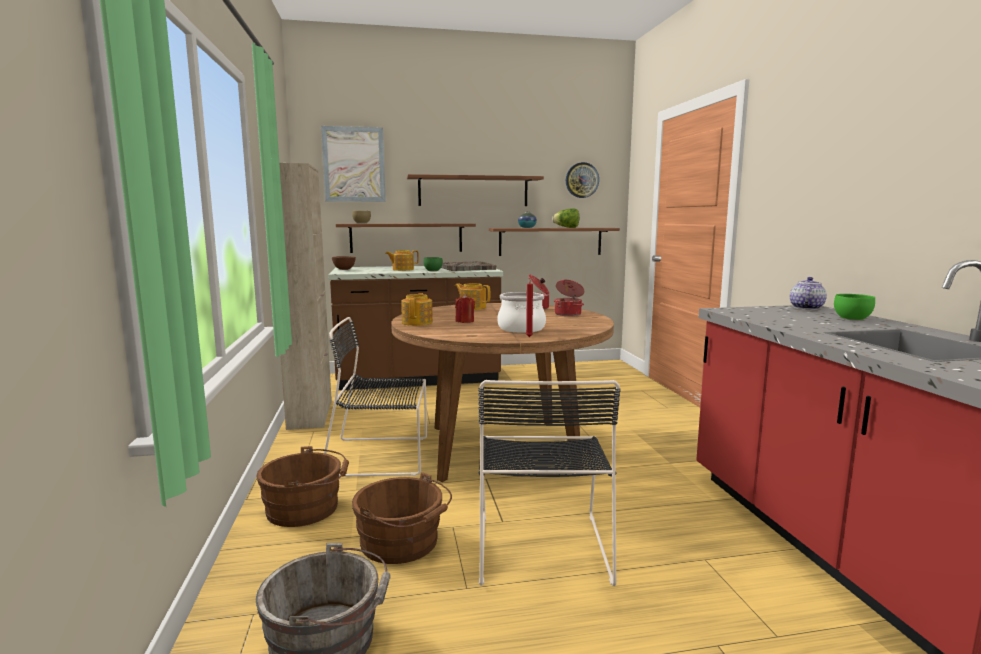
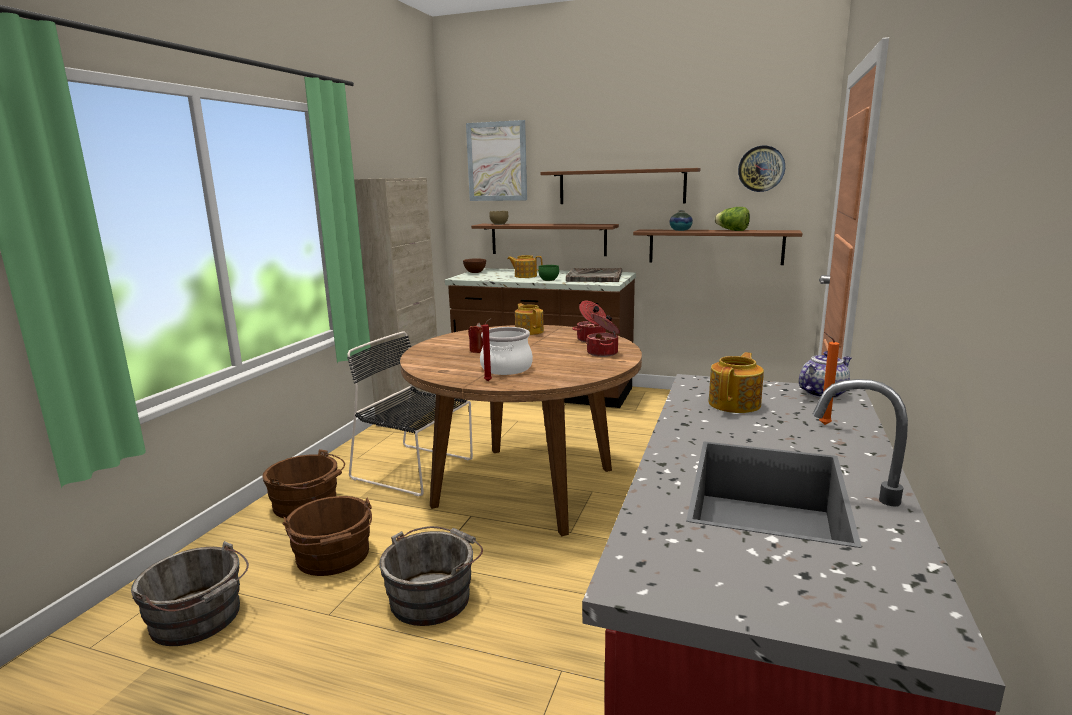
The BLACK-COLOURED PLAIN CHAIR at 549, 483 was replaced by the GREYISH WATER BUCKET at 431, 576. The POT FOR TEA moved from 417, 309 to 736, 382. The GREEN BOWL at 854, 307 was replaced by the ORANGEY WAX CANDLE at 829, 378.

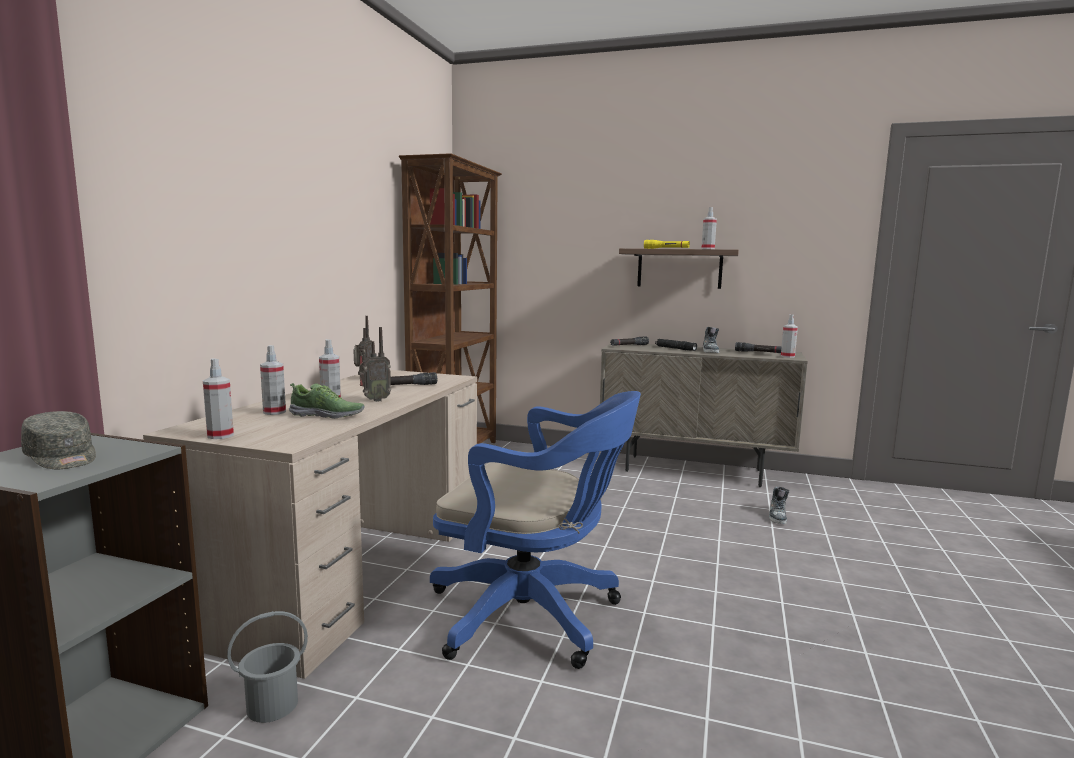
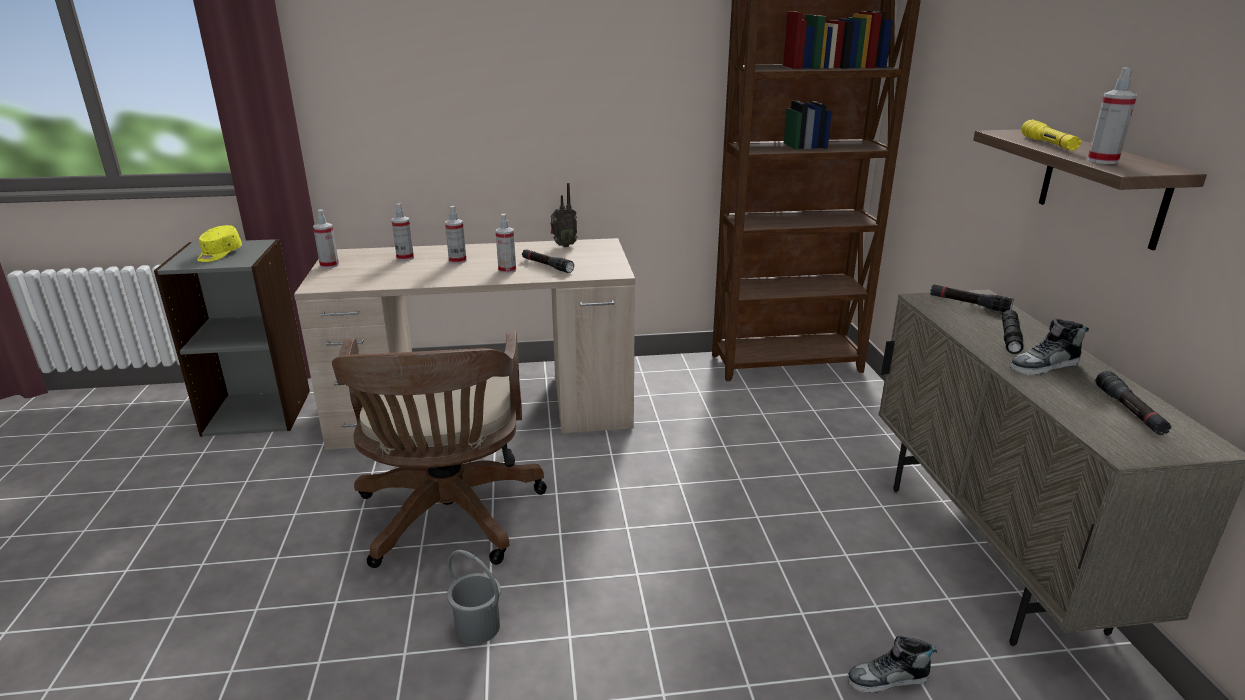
The GREYISH PEAKED CAP at 58, 440 became the YELLOW PEAKED CAP at 219, 243. The BLUE COMPUTER CHAIR at 535, 530 became the BROWN-COLOURED COMPUTER CHAIR at 439, 449. The GREYISH WATER BUCKET moved from 267, 667 to 474, 597. The HAND SPRAYER moved from 789, 336 to 506, 244. The SHOE at 327, 401 disappeared. The RADIO at 375, 364 disappeared.

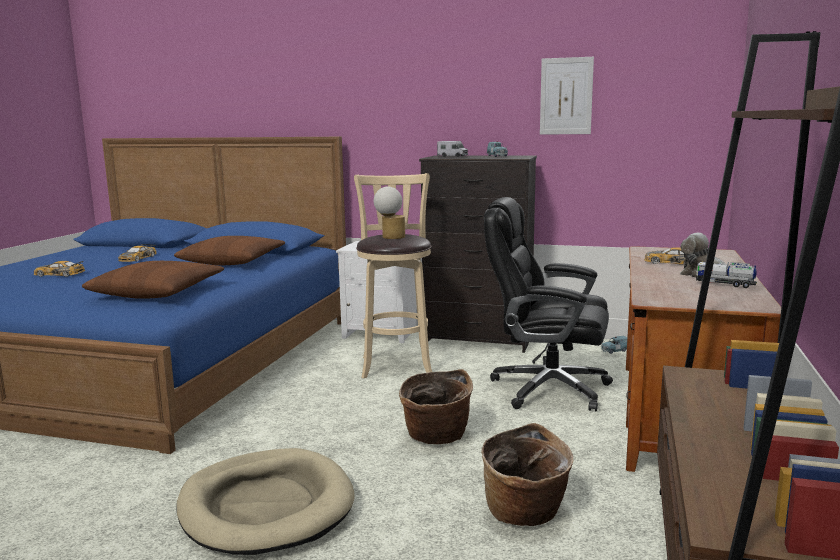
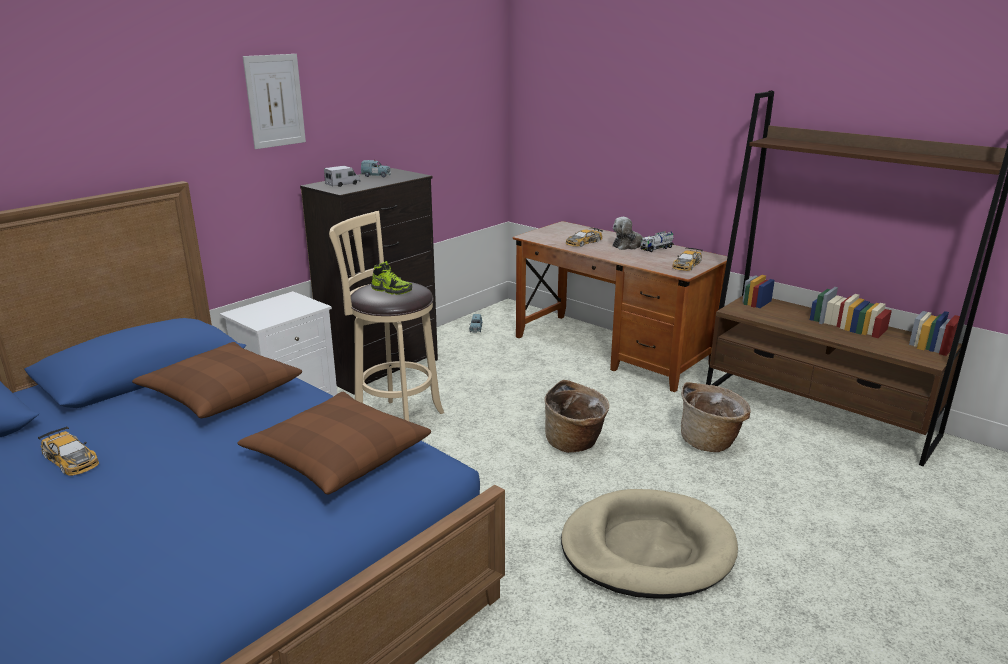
The PICTURE moved from 567, 96 to 274, 101. The TABLE LAMP at 389, 212 was replaced by the SHOE at 391, 278. The TOY CAR moved from 59, 269 to 687, 259. The BLACK-COLOURED COMPUTER CHAIR at 548, 304 disappeared.

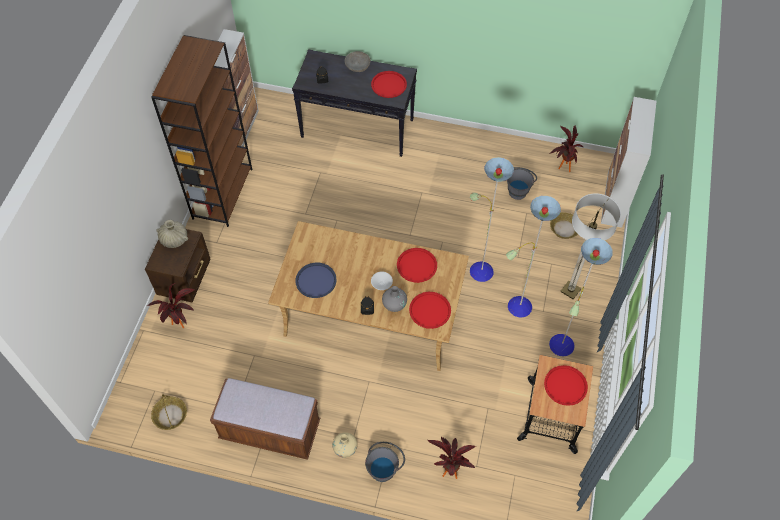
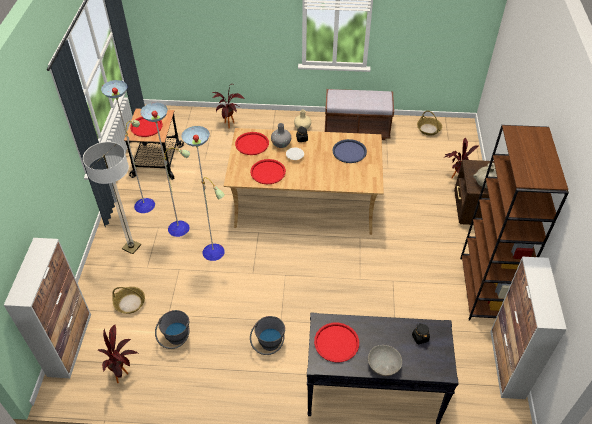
The GREYISH WATER BUCKET moved from 385, 462 to 267, 335.

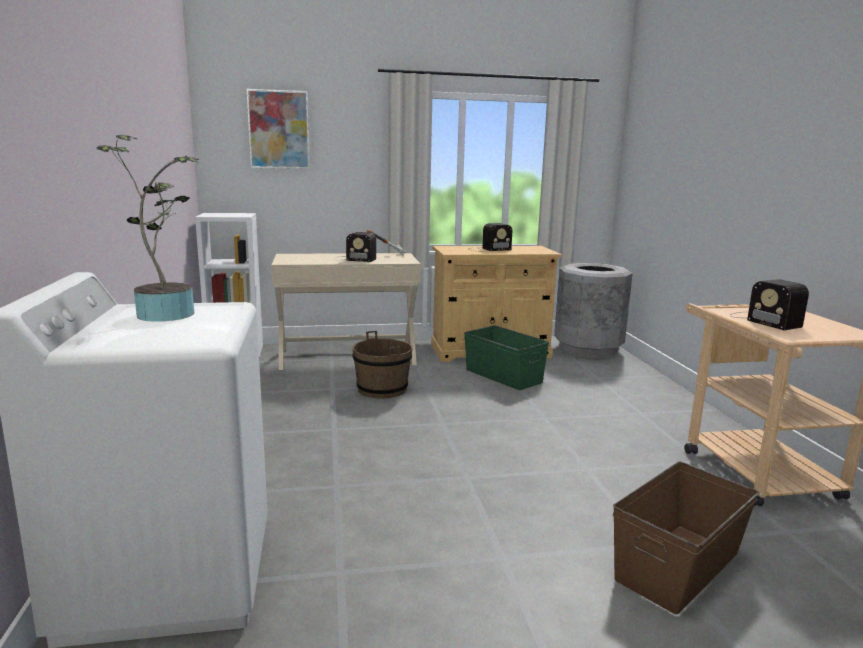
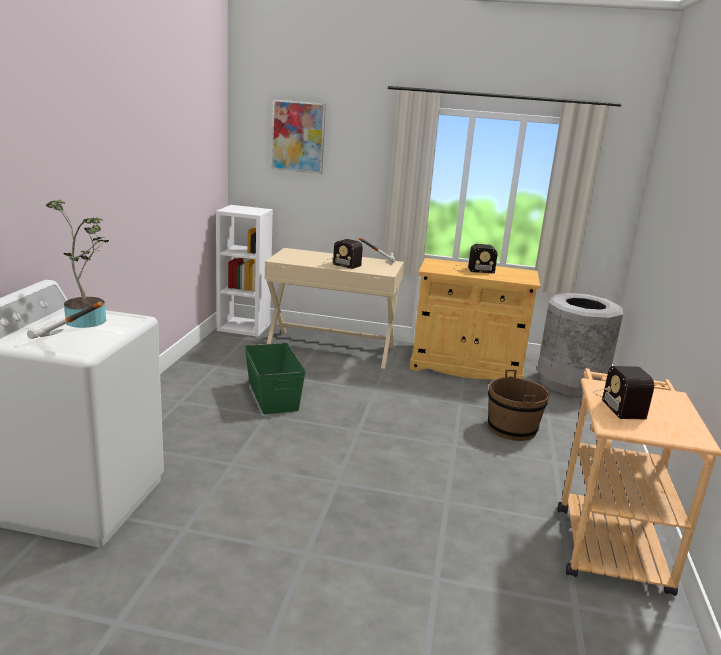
The TOOL HAMMER at 65, 320 appeared. The GREEN STORAGE BOX moved from 506, 357 to 275, 378. The BROWN-COLOURED WATER BUCKET moved from 382, 364 to 518, 405. The BROWN-COLOURED STORAGE BOX at 686, 538 disappeared.

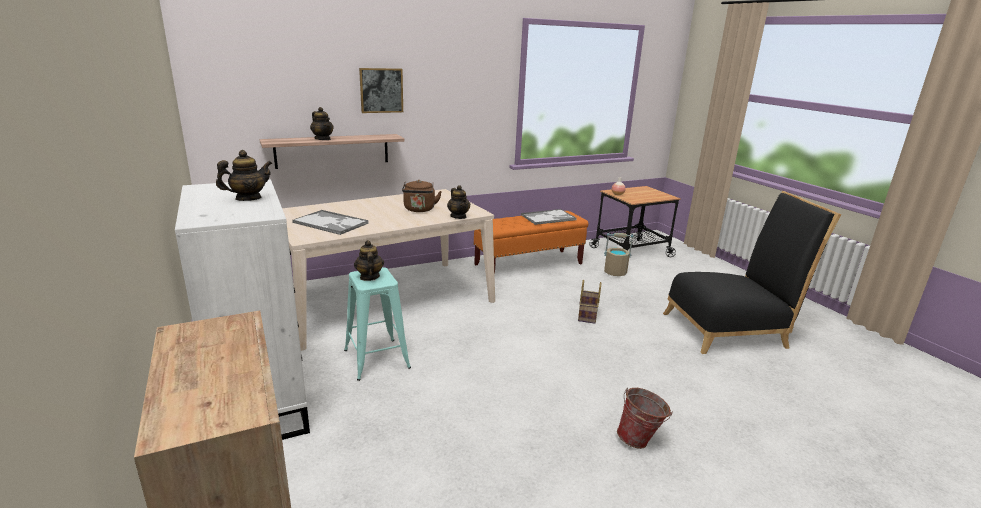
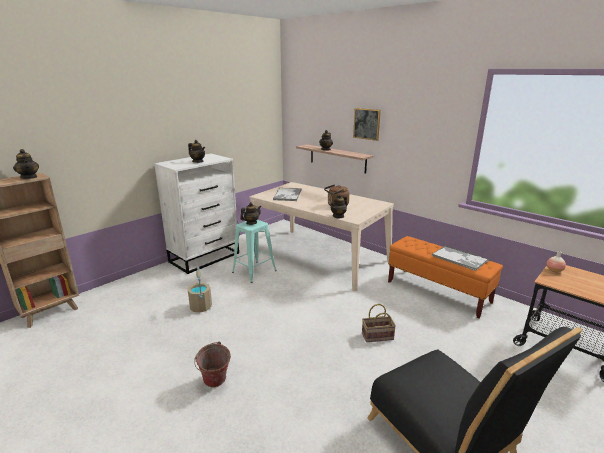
The POT FOR TEA at 26, 164 appeared. The BEIGE-COLOURED WATER BUCKET moved from 619, 254 to 199, 289.

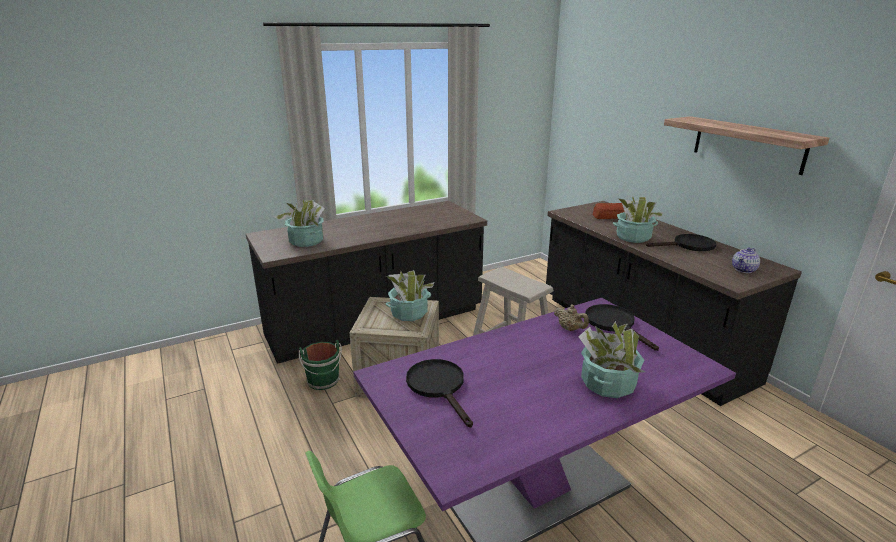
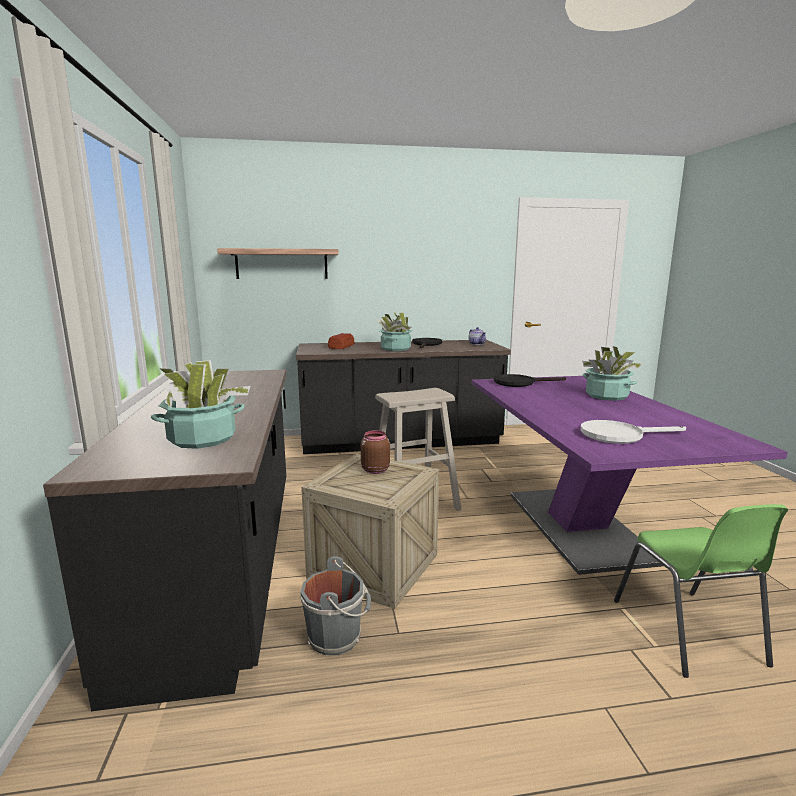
The WALL SHELF moved from 746, 145 to 277, 263. The GREEN WATER BUCKET at 320, 365 became the GREYISH WATER BUCKET at 335, 605. The PLANT IN A POT at 410, 295 was replaced by the BROWN-COLOURED PRESERVE JAR at 375, 452. The BLACK-COLOURED FRYING PAN at 439, 393 became the WHITISH FRYING PAN at 633, 432. The BEIGE-COLOURED POT FOR TEA at 571, 318 disappeared.

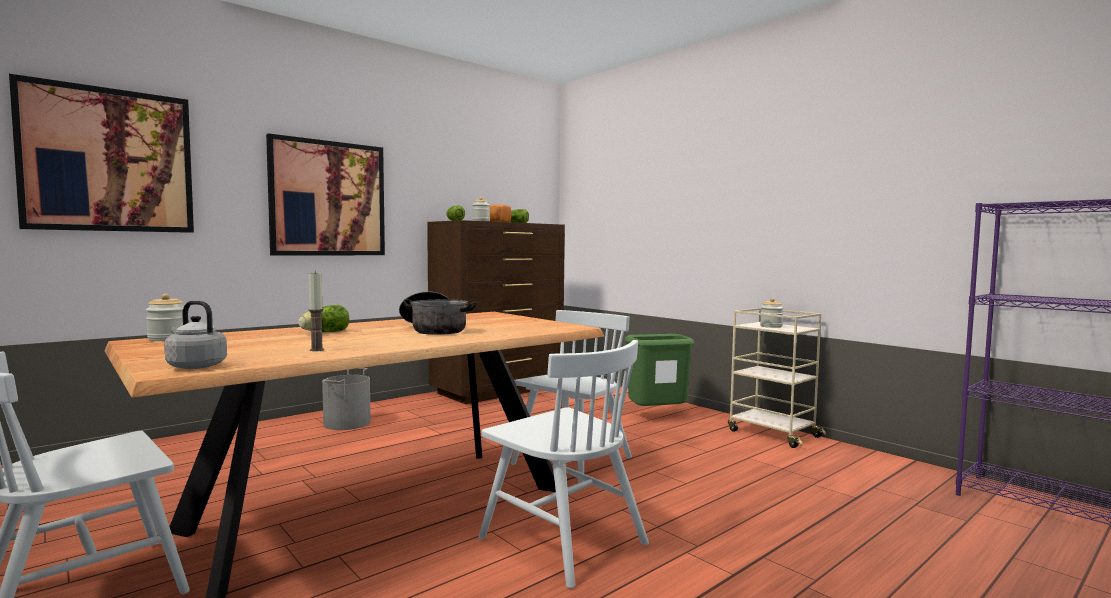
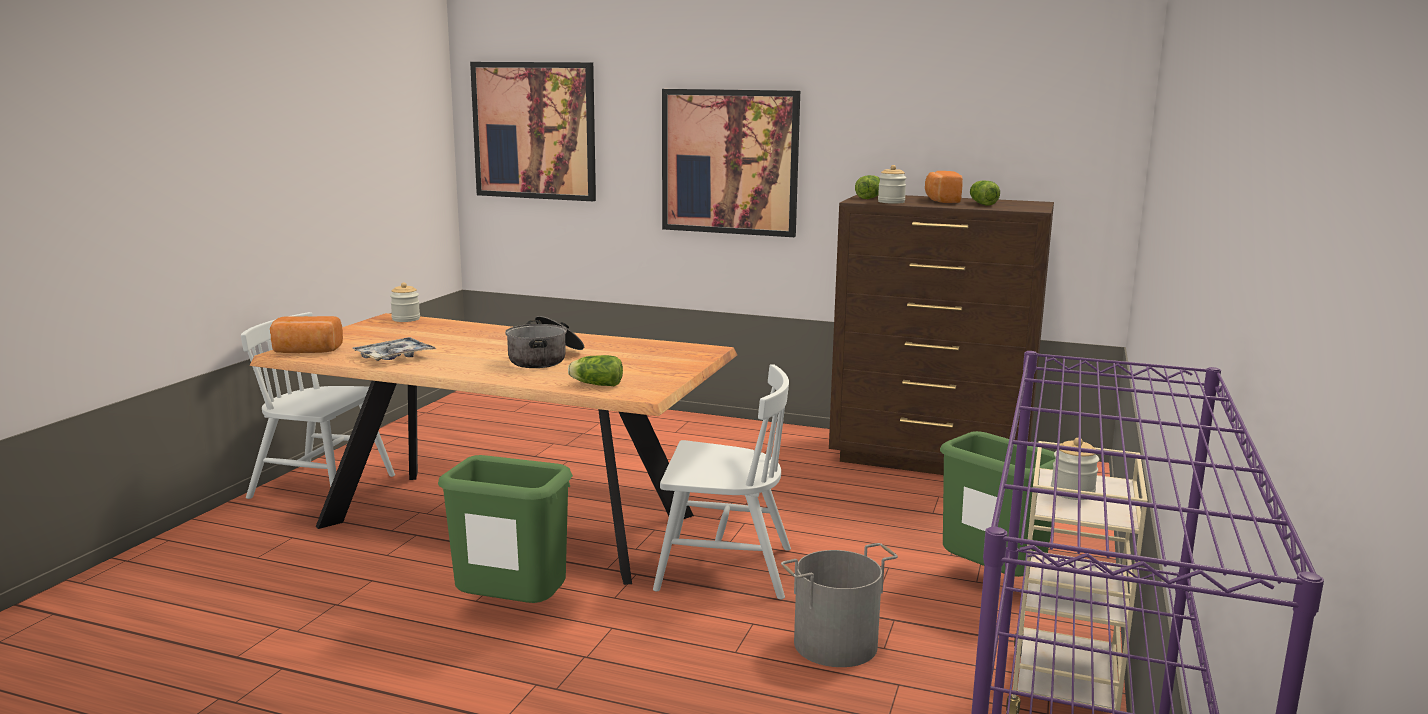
The GREYISH TEA KETTLE at 195, 335 was replaced by the BAKED BREAD at 306, 334. The WAX CANDLE at 316, 311 was replaced by the TRAY at 394, 349. The WHITISH PLAIN CHAIR at 564, 464 was replaced by the GREEN TRASH CAN at 505, 529. The LETTUCE HEAD moved from 323, 318 to 595, 370. The GREYISH WATER BUCKET moved from 346, 399 to 839, 605.

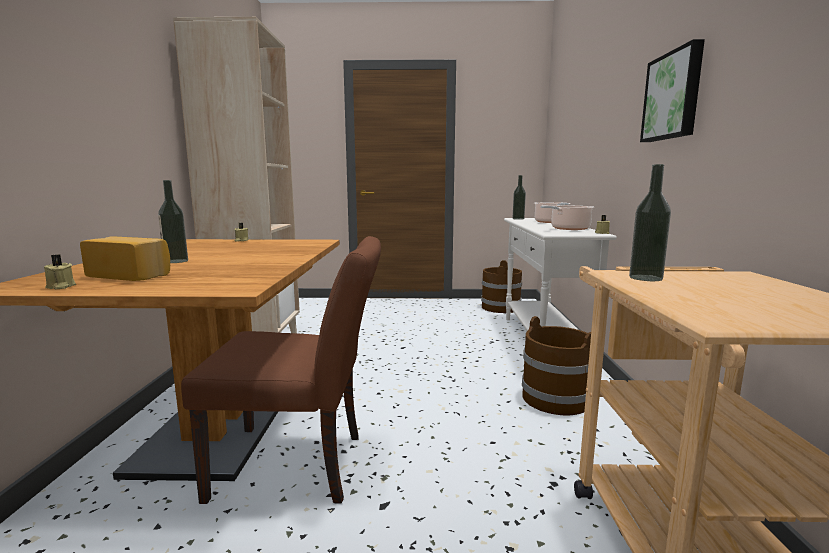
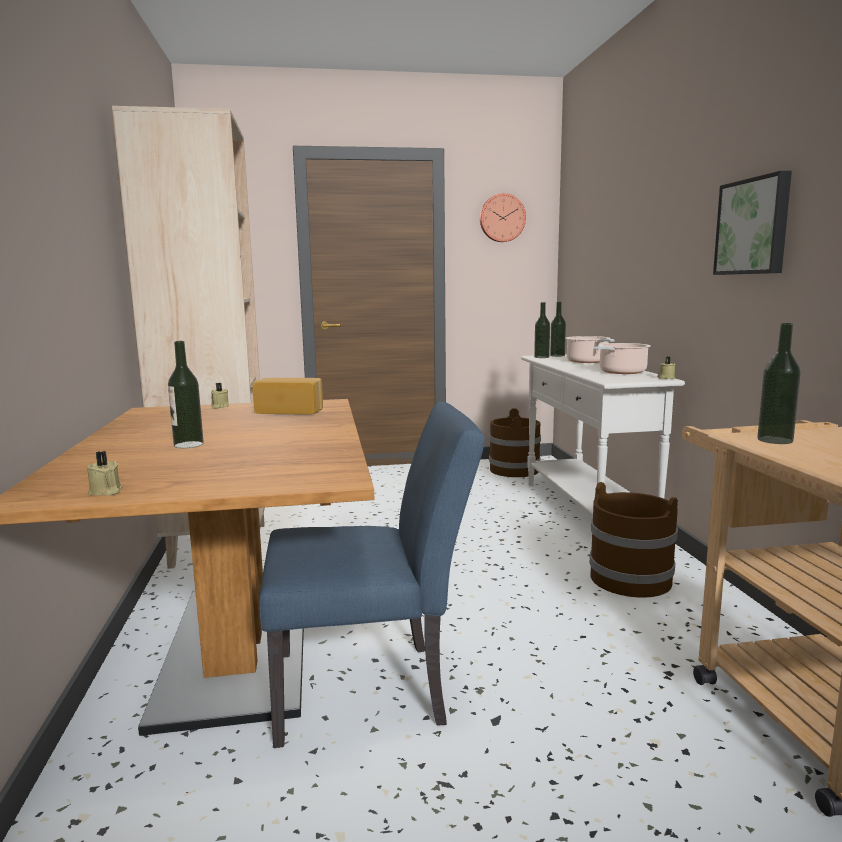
The BAKED BREAD moved from 125, 258 to 287, 396. The BROWN-COLOURED PLAIN CHAIR at 281, 370 became the BLUE PLAIN CHAIR at 372, 575. The WALL CLOCK at 503, 217 appeared. The BOTTLE at 558, 329 appeared.

